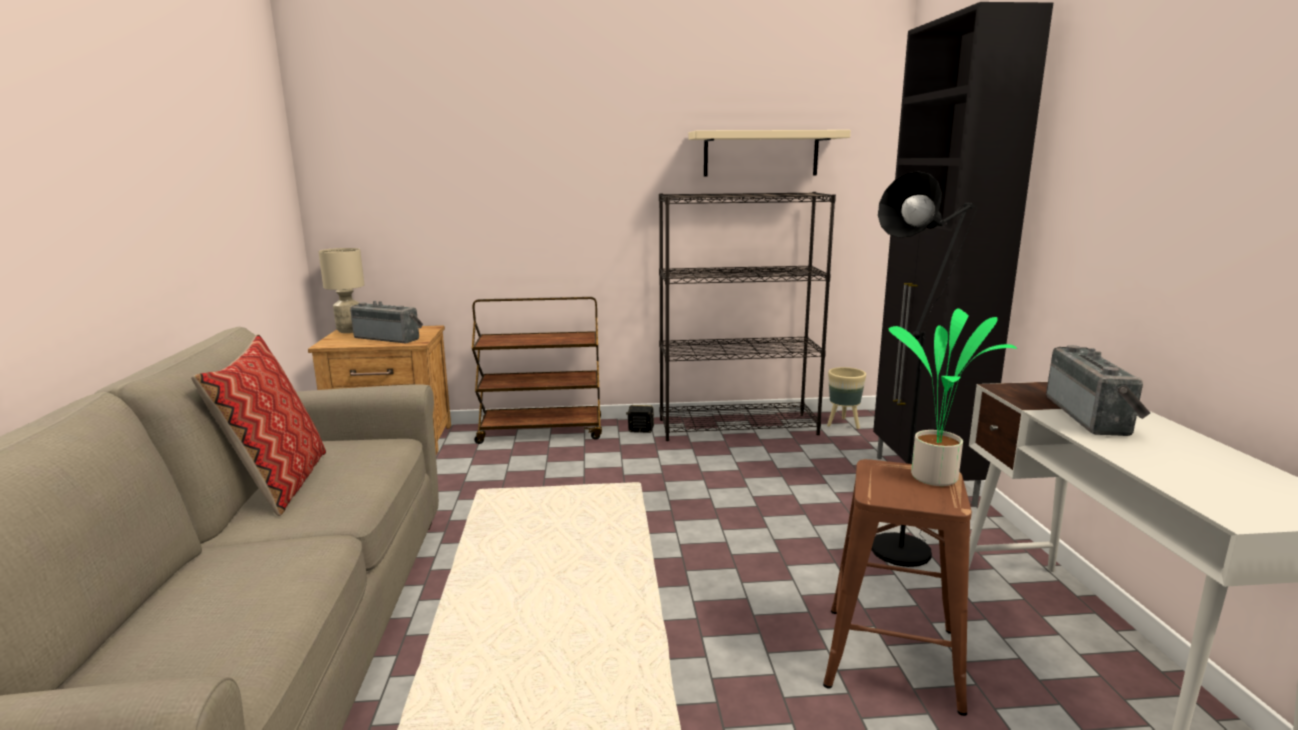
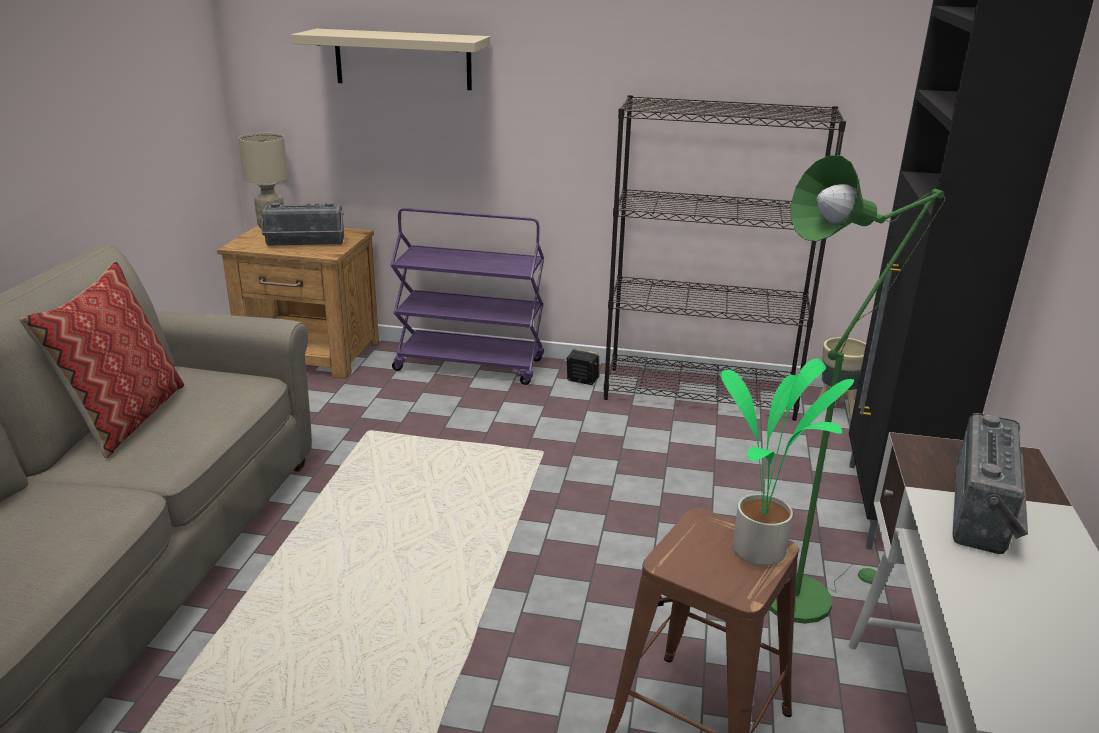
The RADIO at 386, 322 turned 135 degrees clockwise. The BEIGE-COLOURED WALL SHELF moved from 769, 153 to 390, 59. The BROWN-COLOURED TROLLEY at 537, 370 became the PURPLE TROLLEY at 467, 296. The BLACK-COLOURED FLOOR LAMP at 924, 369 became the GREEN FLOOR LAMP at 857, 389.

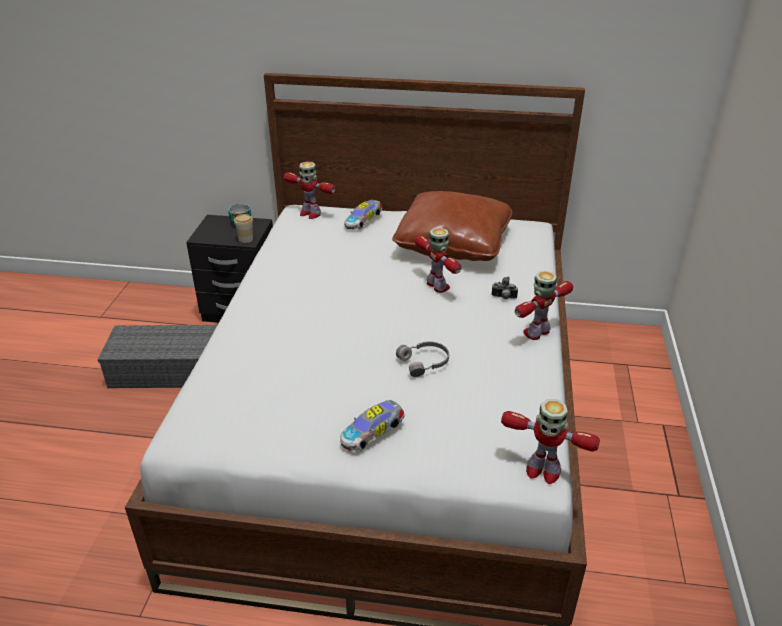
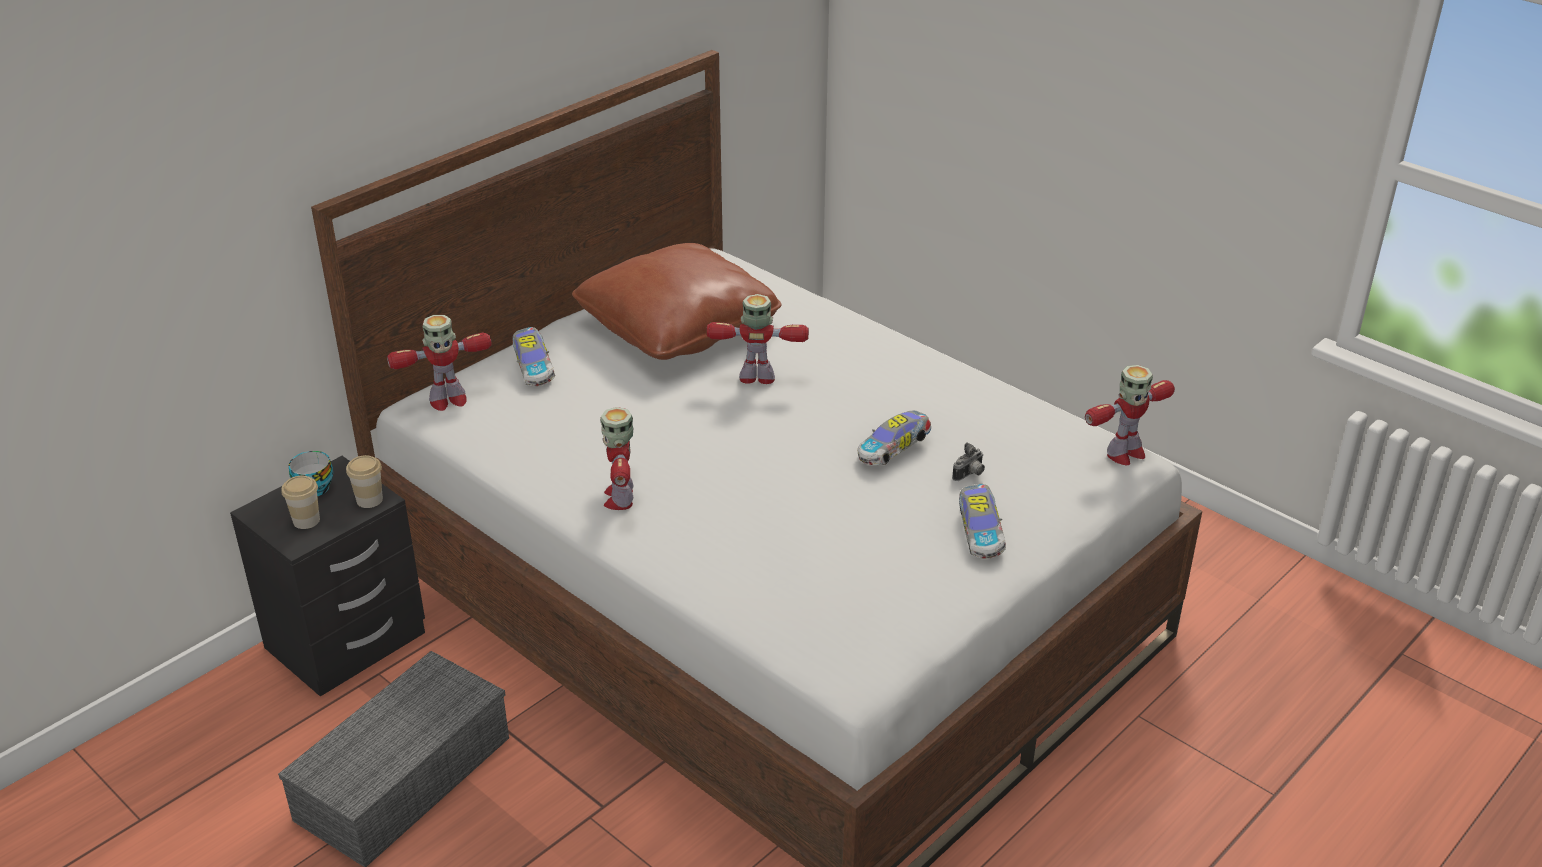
The SMALL CUP at 300, 502 appeared. The MODEL ROBOT moved from 544, 305 to 616, 458. The GREYISH PAIR OF HEADPHONES at 422, 359 was replaced by the TOY CAR at 894, 437. The PHOTO CAMERA moved from 505, 288 to 968, 462.

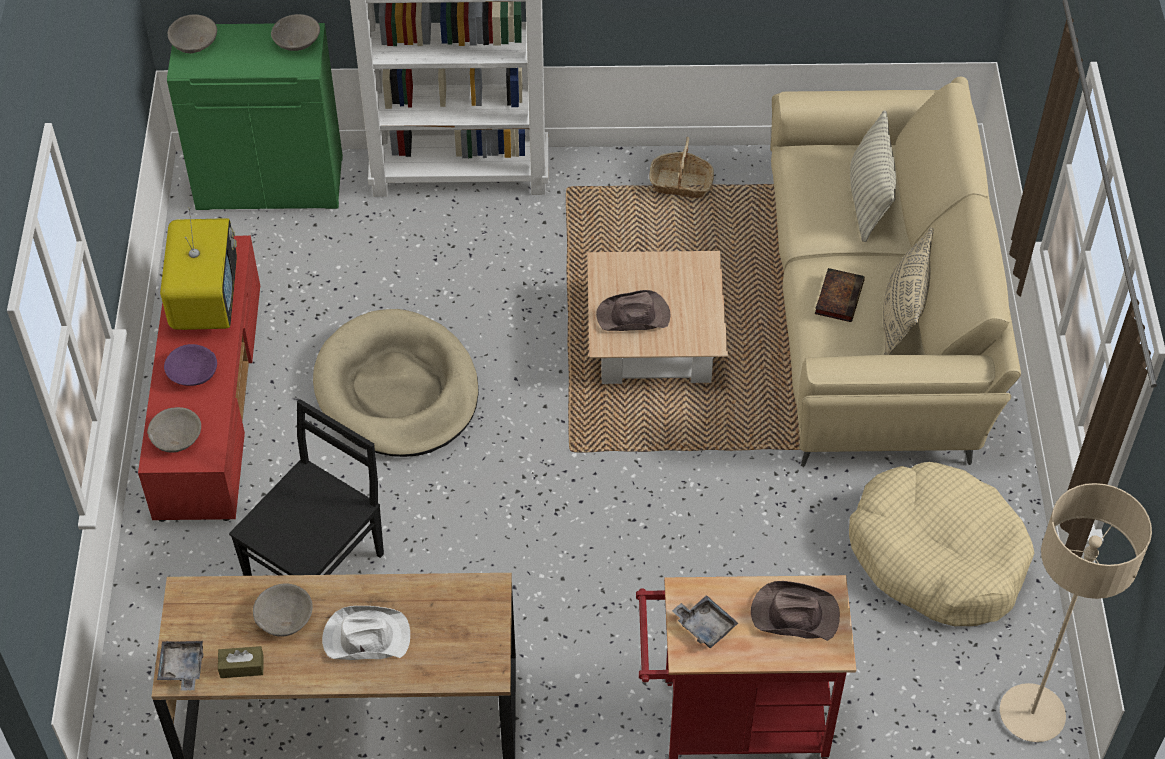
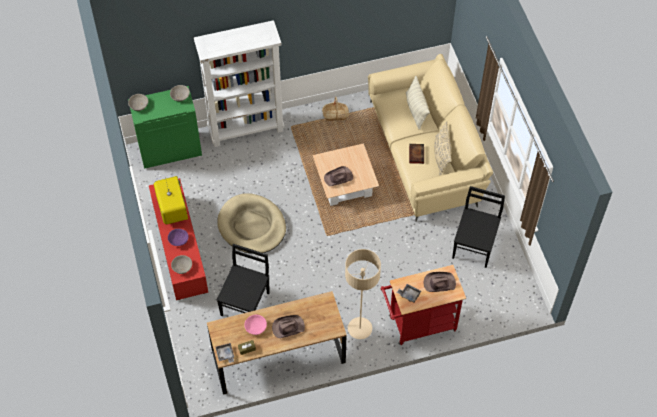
The GREYISH BOWL at 283, 610 became the PINK-COLOURED BOWL at 255, 325. The WHITISH WEARABLE HAT at 366, 633 became the BROWN-COLOURED WEARABLE HAT at 288, 326. The BEIGE-COLOURED FLOOR LAMP moved from 1076, 612 to 363, 294. The BEIGE-COLOURED DOG CUSHION at 942, 544 was replaced by the BLACK-COLOURED PLAIN CHAIR at 478, 227.

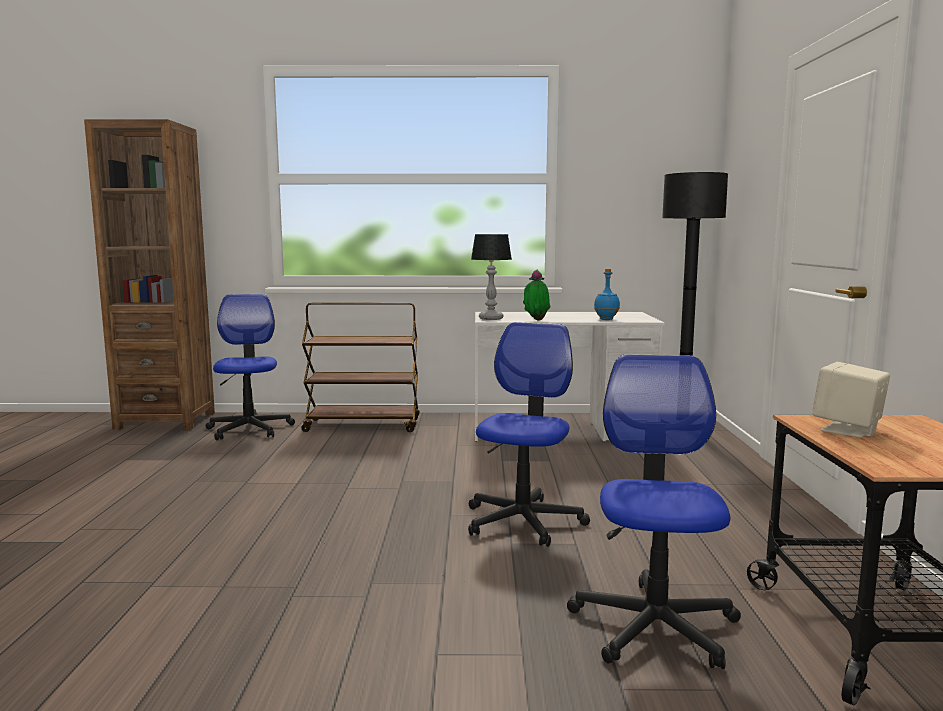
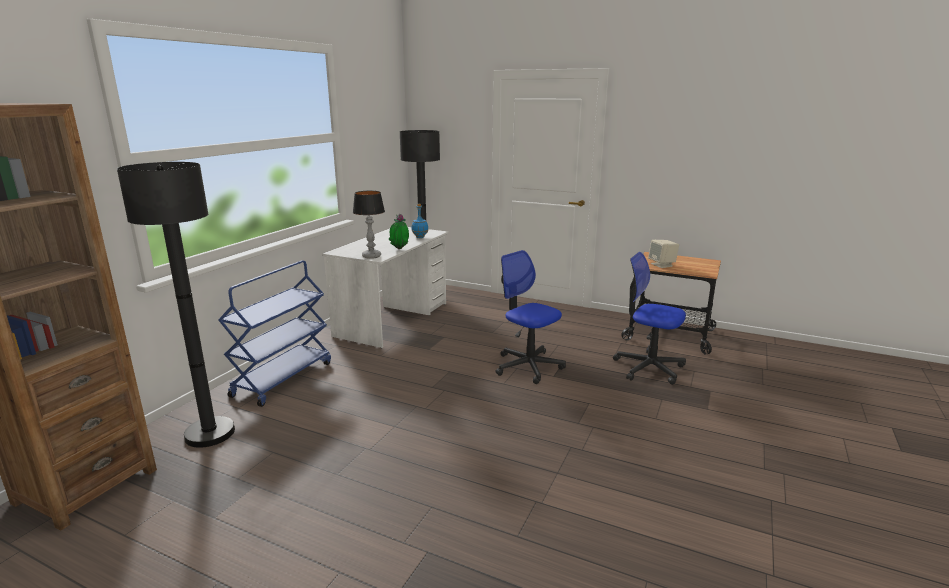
The COMPUTER CHAIR at 250, 367 was replaced by the BLACK-COLOURED FLOOR LAMP at 176, 305. The BROWN-COLOURED TROLLEY at 360, 367 became the BLUE TROLLEY at 274, 333.

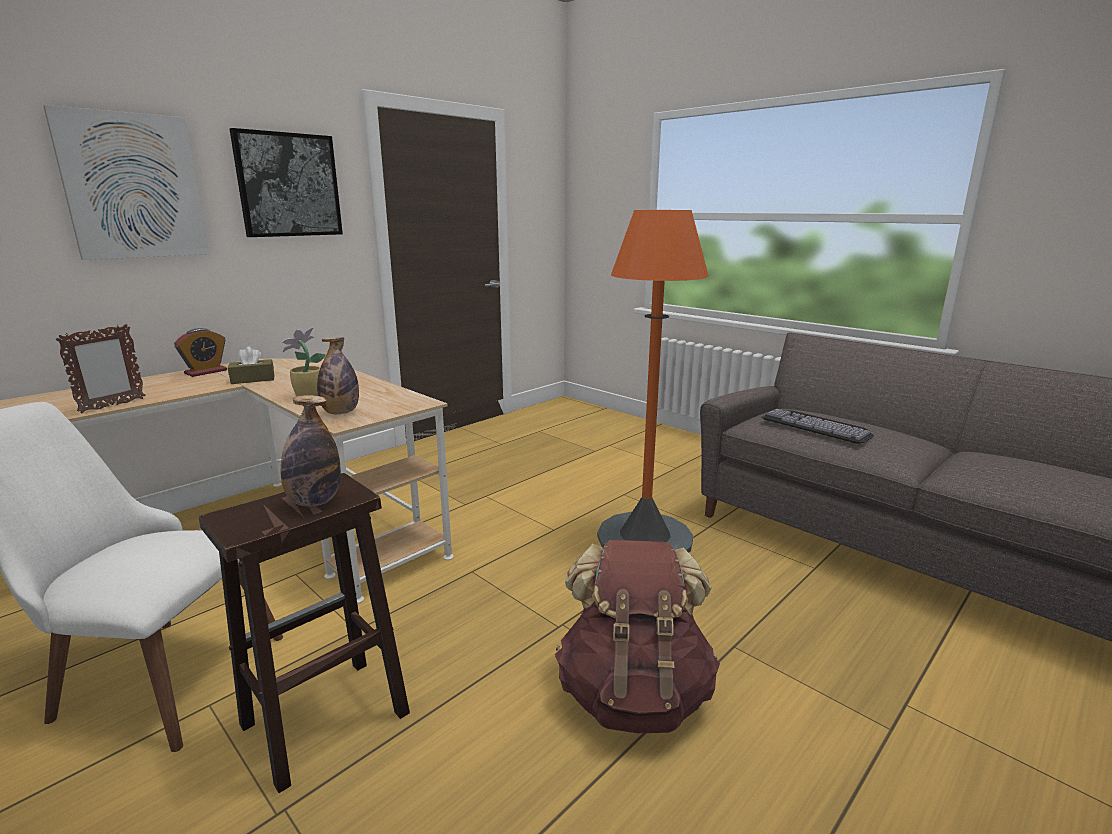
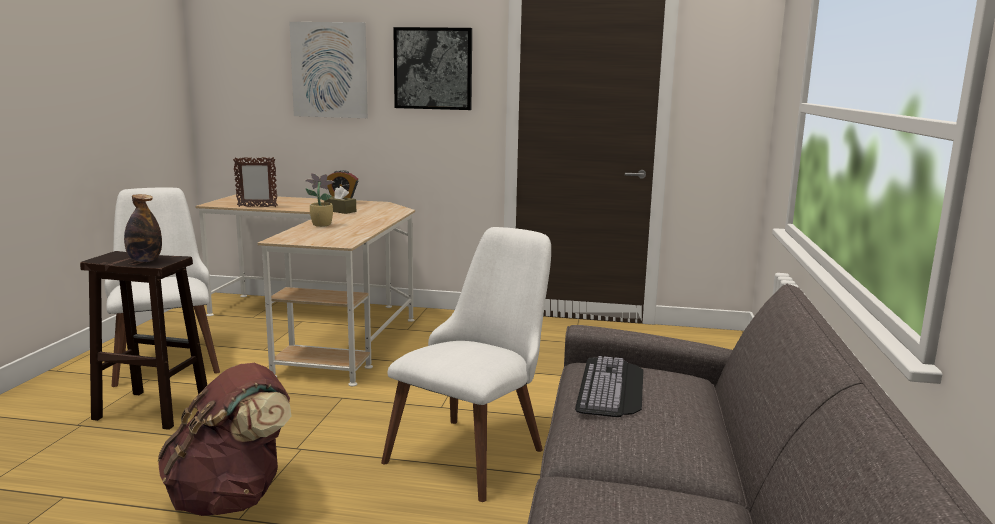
The ORANGEY FLOOR LAMP at 653, 381 was replaced by the WHITISH PLAIN CHAIR at 466, 364. The BOTTLE at 338, 375 disappeared.

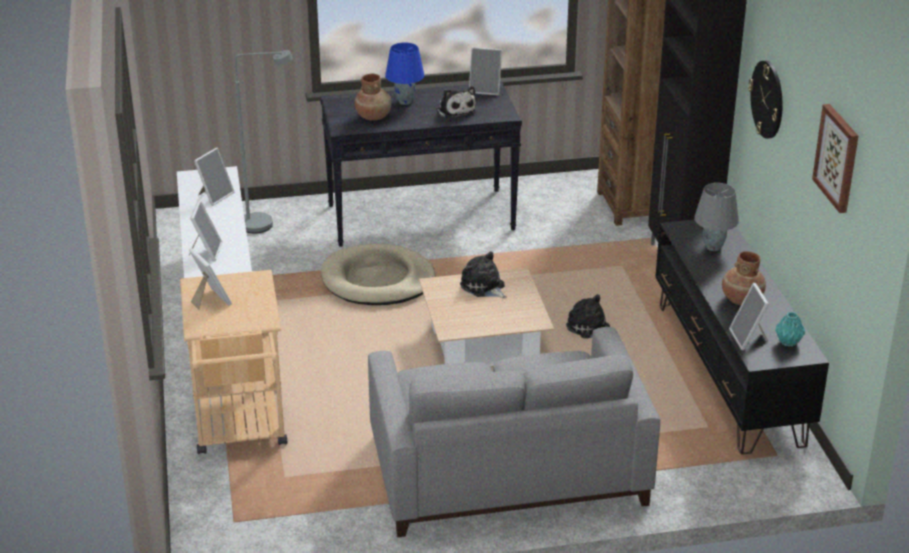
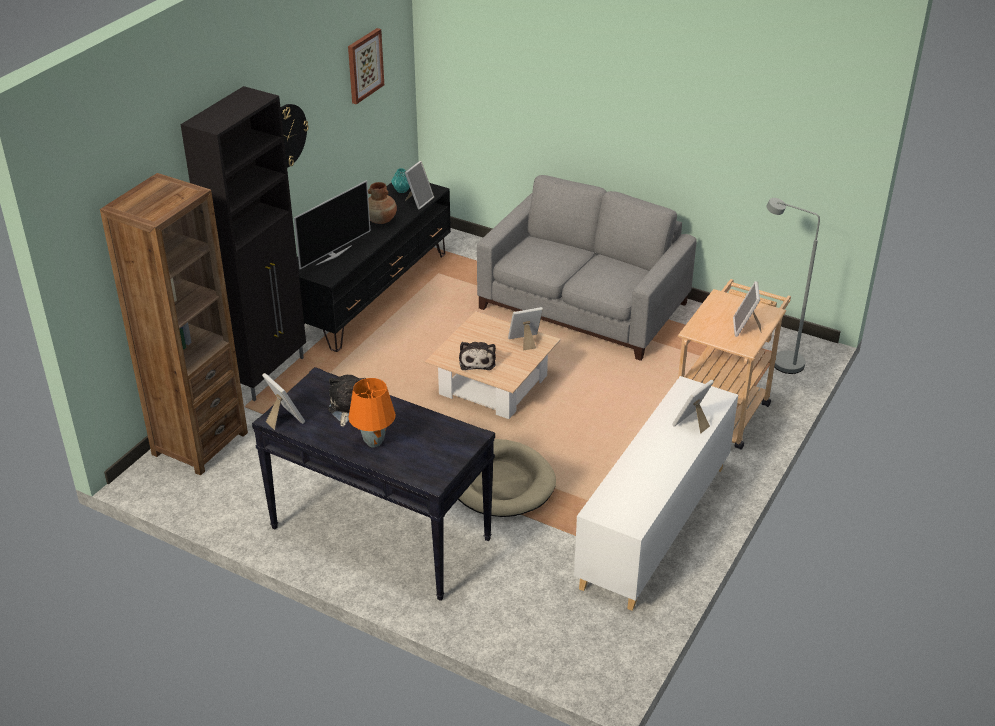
The GREYISH TABLE LAMP at 716, 217 was replaced by the TELEVISION at 332, 224. The BLUE TABLE LAMP at 404, 74 became the ORANGEY TABLE LAMP at 372, 412. The PICTURE FRAME moved from 214, 177 to 525, 329. The GREYISH FLOOR LAMP moved from 264, 141 to 793, 286. The BROWN-COLOURED VASE at 373, 97 disappeared. The CUDDLY TOY at 588, 316 disappeared.

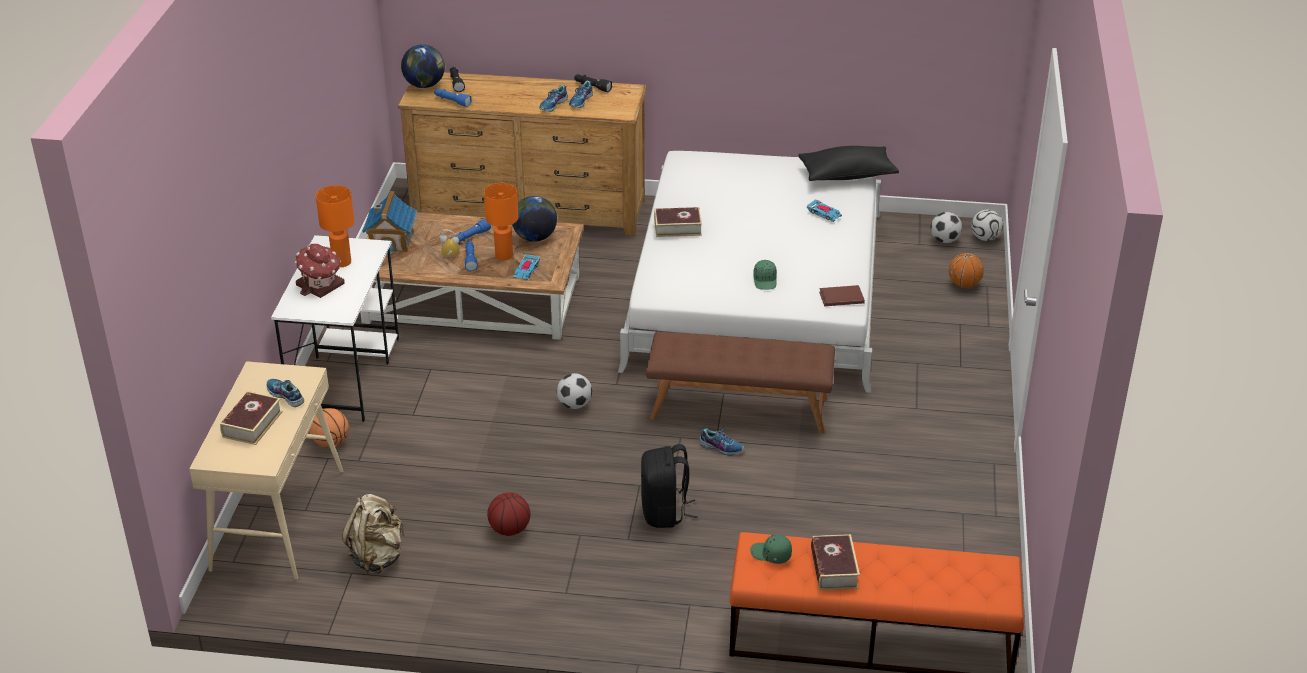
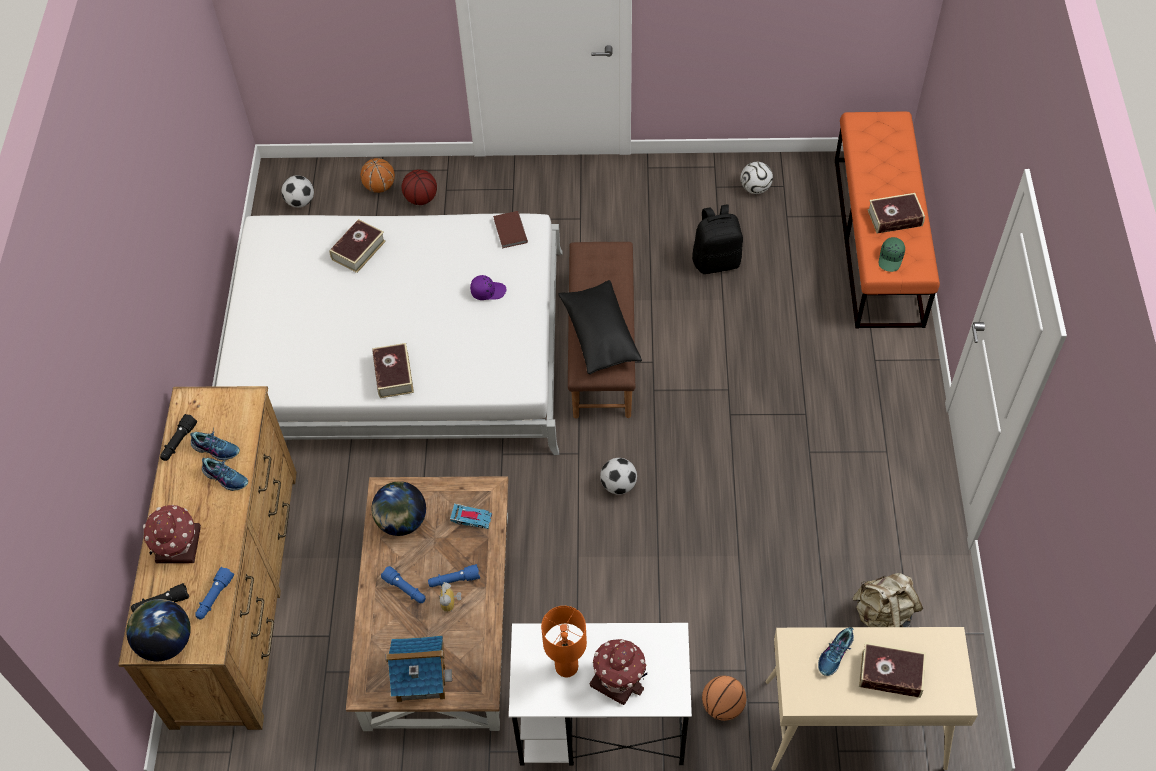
The MINIATURE HOUSE at 172, 534 appeared. The TOY CAR at 824, 210 was replaced by the VOLUME at 357, 246. The BASKETBALL moved from 508, 514 to 419, 187. The GREEN PEAKED CAP at 765, 275 became the PURPLE PEAKED CAP at 488, 287. The BLACK-COLOURED THROW PILLOW moved from 848, 163 to 600, 327. The BLACK-COLOURED BACKPACK moved from 669, 486 to 717, 239. The FOOTBALL moved from 987, 225 to 756, 178. The ORANGEY TABLE LAMP at 501, 221 disappeared. The SHOE at 721, 442 disappeared.

